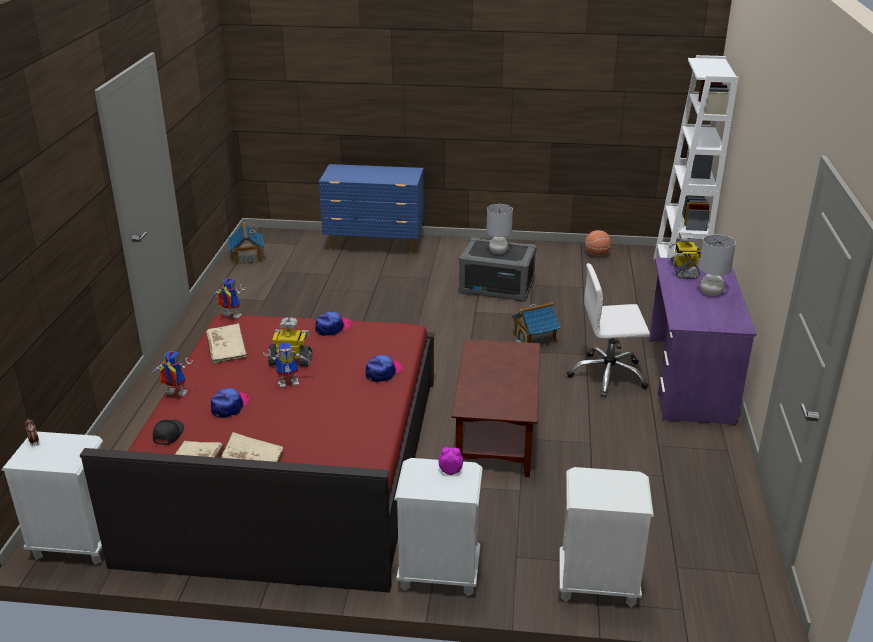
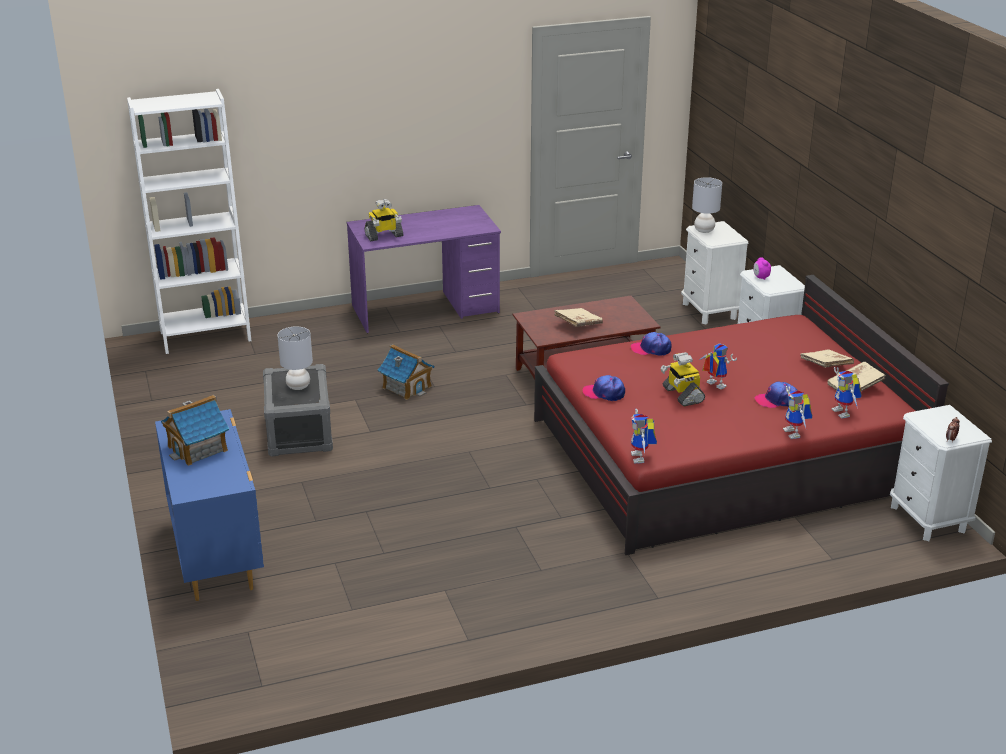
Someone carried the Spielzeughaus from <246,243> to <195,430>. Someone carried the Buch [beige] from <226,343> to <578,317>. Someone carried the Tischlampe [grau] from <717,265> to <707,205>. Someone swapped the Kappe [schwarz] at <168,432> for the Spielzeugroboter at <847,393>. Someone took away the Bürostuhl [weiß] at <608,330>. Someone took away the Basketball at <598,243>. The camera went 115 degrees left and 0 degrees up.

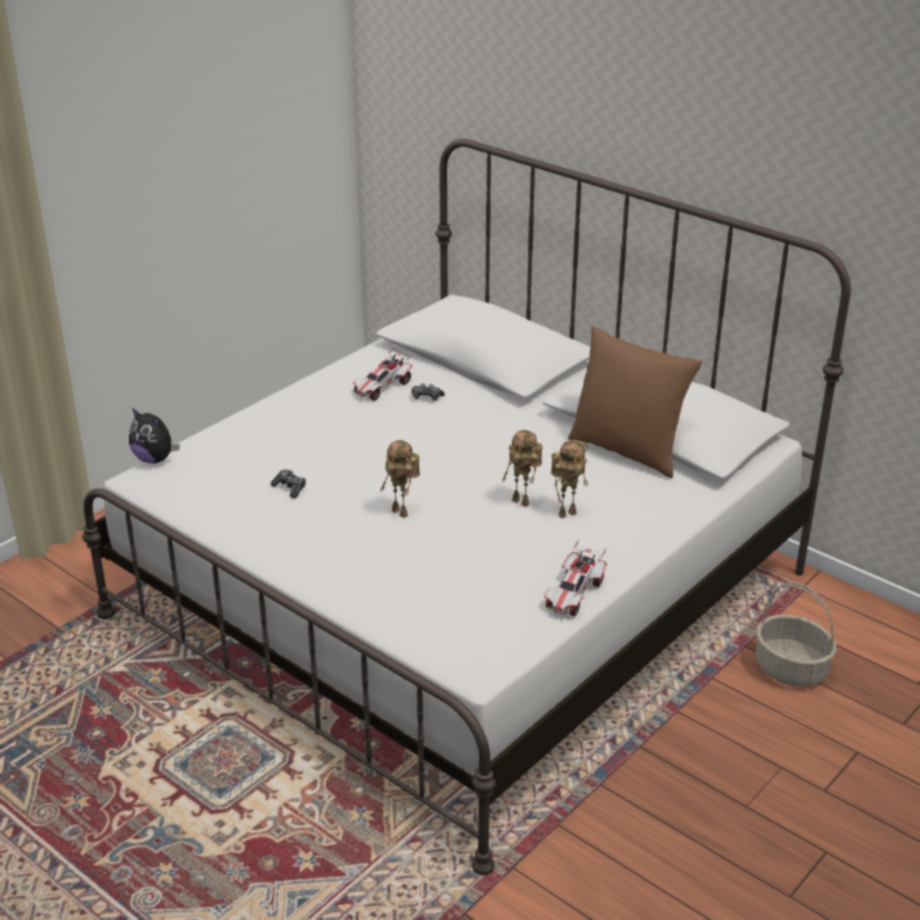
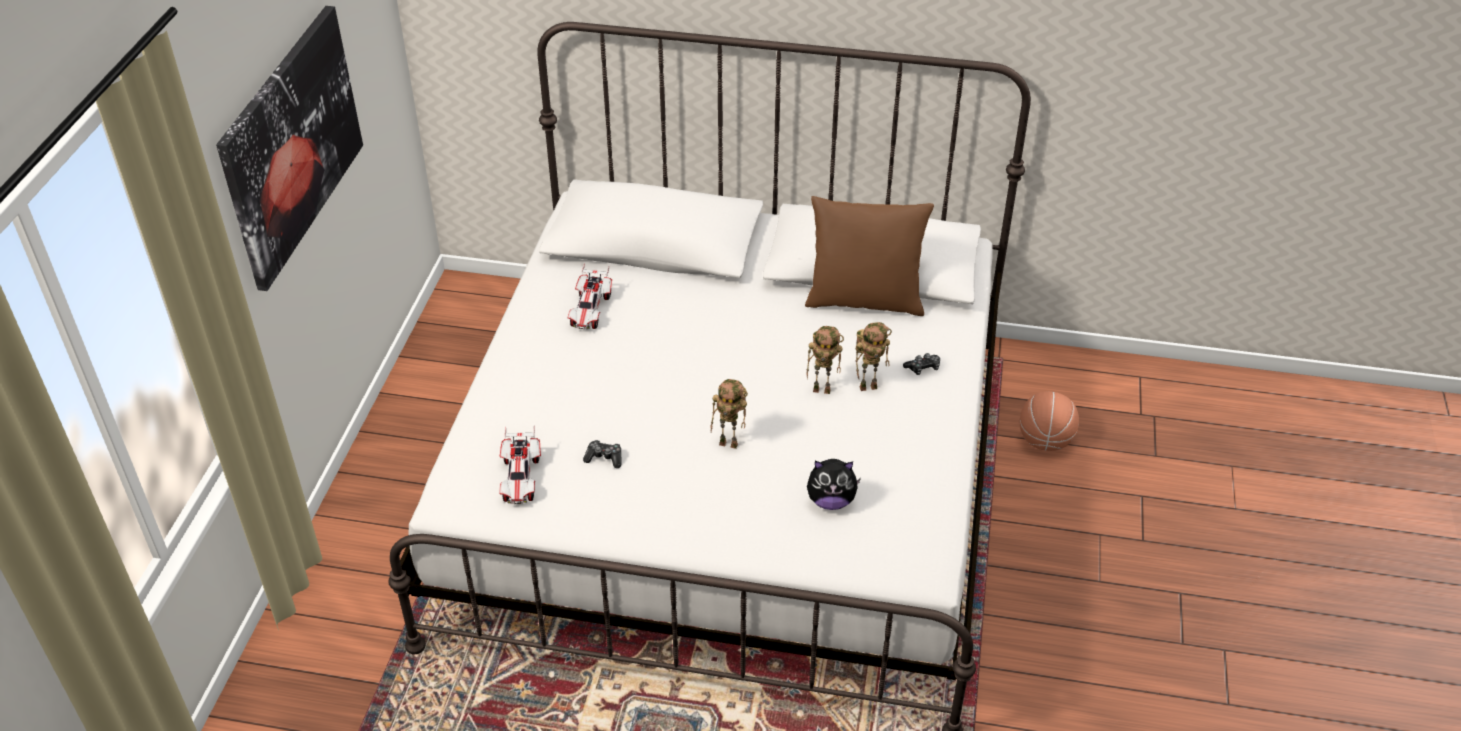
Someone put up the Bild at <289,148>. Someone carried the Spielzeugauto from <575,577> to <520,465>. Someone carried the Plüschtier from <154,436> to <834,484>. Someone rotated the Spielzeugroboter at <569,479> by 45 degrees clockwise. Someone carried the Gamepad from <428,392> to <921,364>. Someone swapped the Korb at <796,634> for the Basketball at <1049,421>. The camera went 30 degrees left and 10 degrees up.

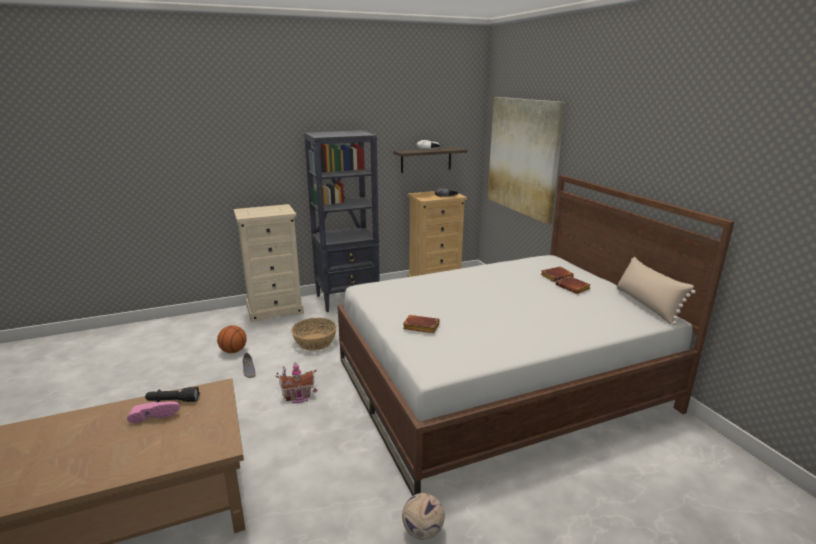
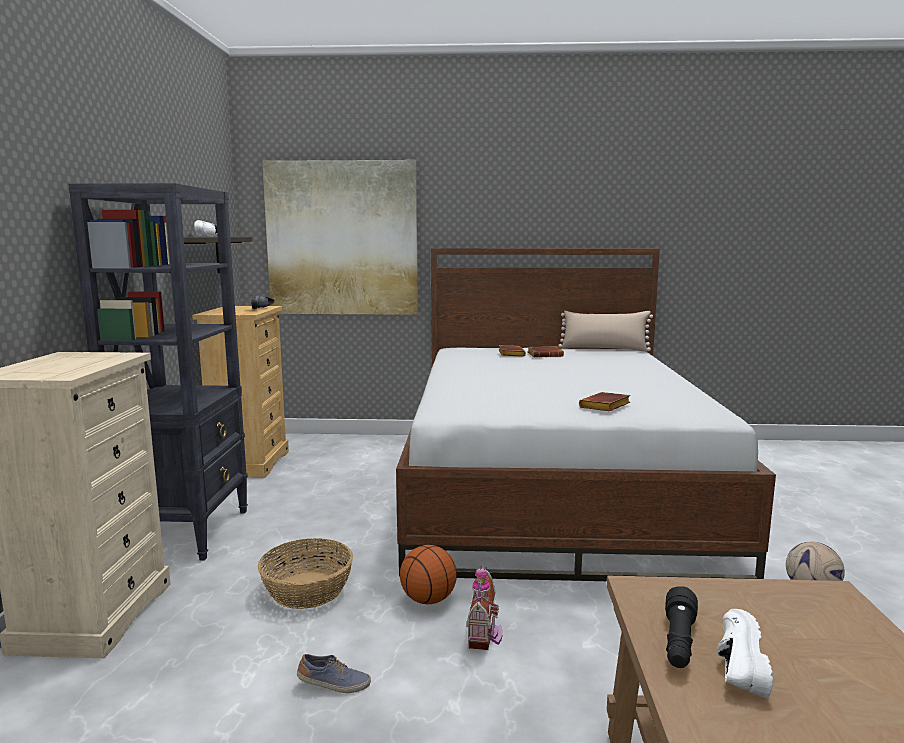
Someone carried the Basketball from <232,339> to <428,575>. Someone repainted the Schuh [rosa] at <153,412>, which became the Schuh [weiß] at <745,653>. The camera went 65 degrees left and 10 degrees down.

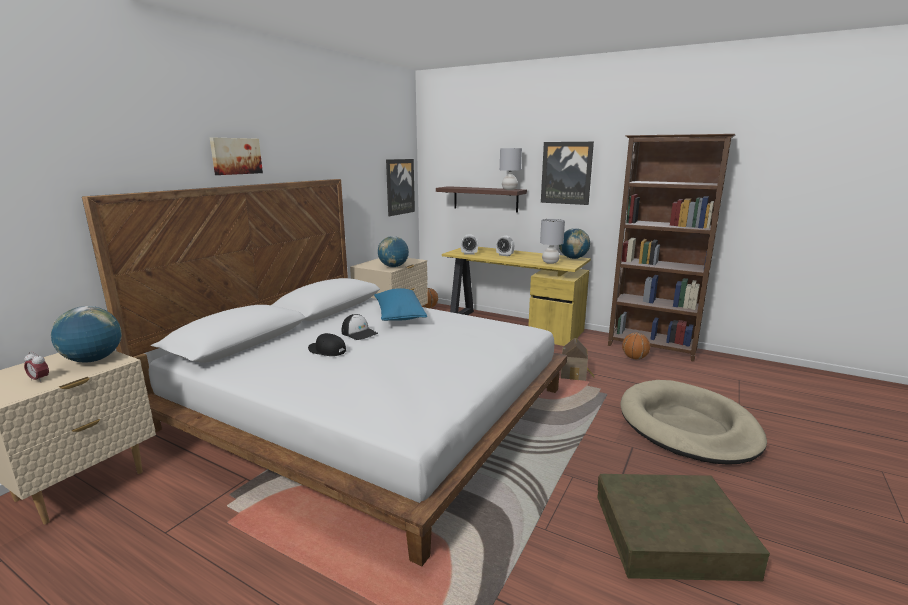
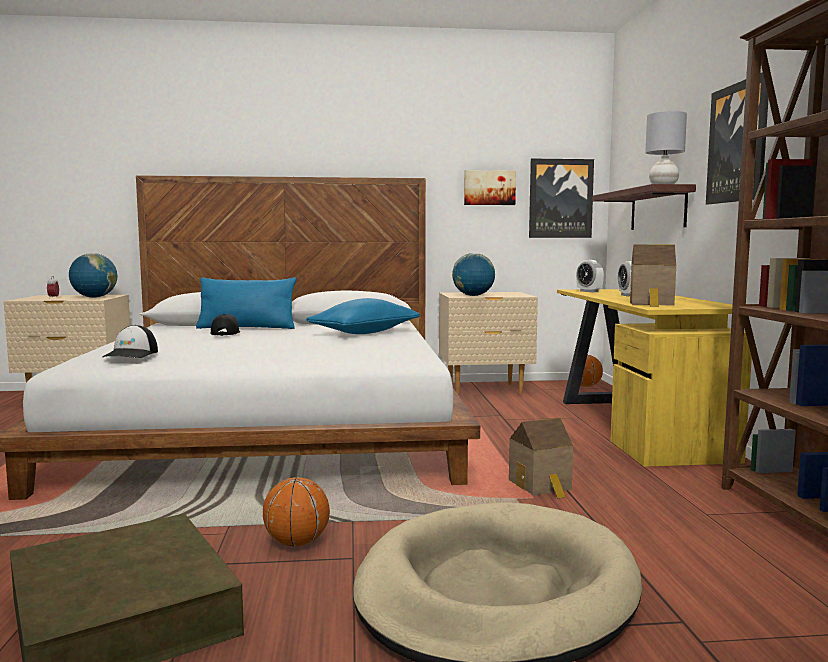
Someone carried the Kappe from <360,327> to <130,341>. Someone put down the Kissen [blau] at <246,303>. Someone carried the Basketball from <636,346> to <296,512>. Someone carried the Bild from <236,156> to <490,187>. Someone swapped the Tischlampe [grau] at <552,241> for the Spielzeughaus at <653,276>. Someone took away the Globus at <574,243>. The camera went 55 degrees right and 10 degrees down.

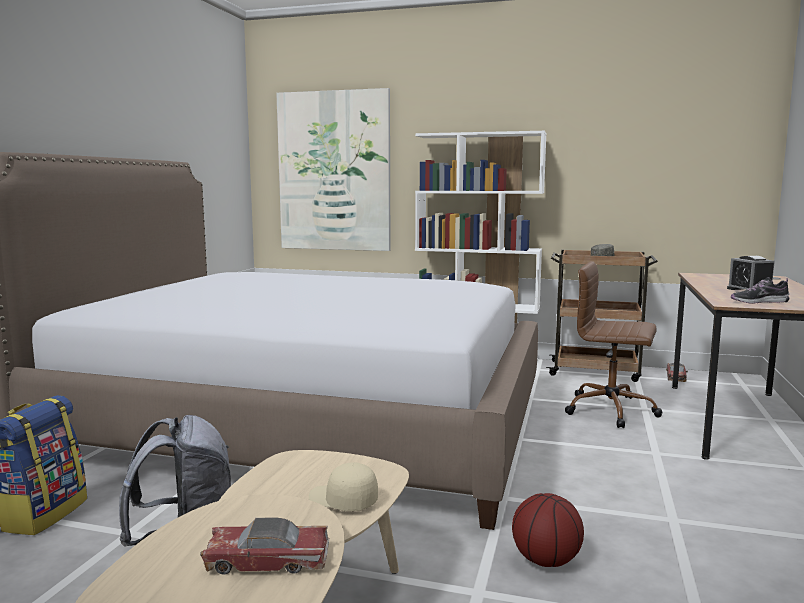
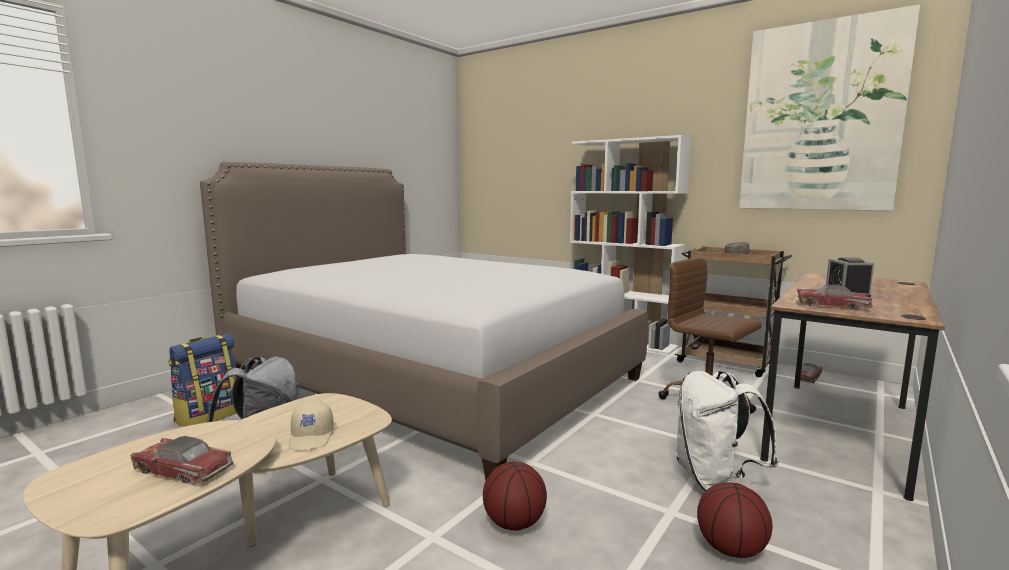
Someone rotated the Kappe [beige] at <343,486> by 150 degrees counterclockwise. Someone put down the Rucksack [weiß] at <727,431>. Someone put down the Basketball at <734,520>. Someone carried the Bild from <333,169> to <830,107>. Someone swapped the Schuh at <760,290> for the Spielzeugauto at <835,297>. The camera went 20 degrees right and 0 degrees up.

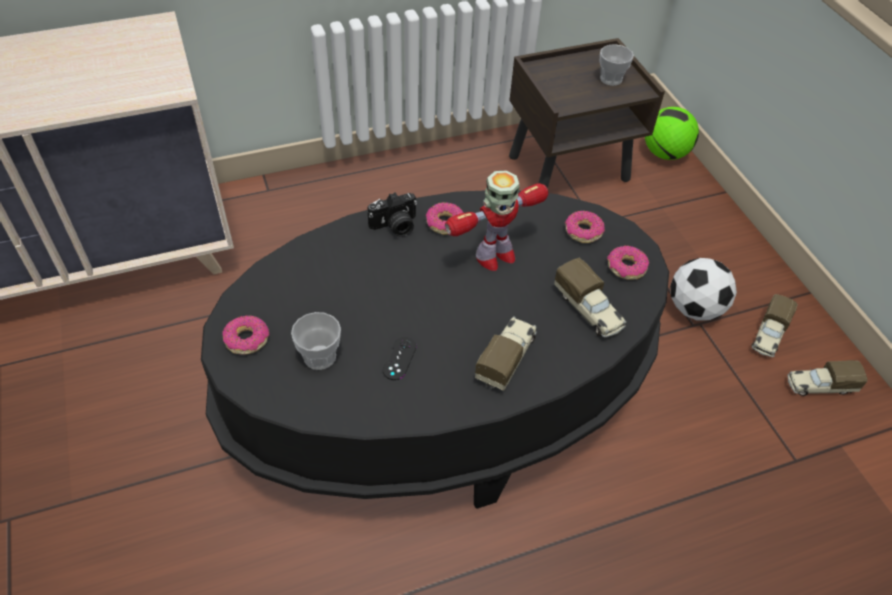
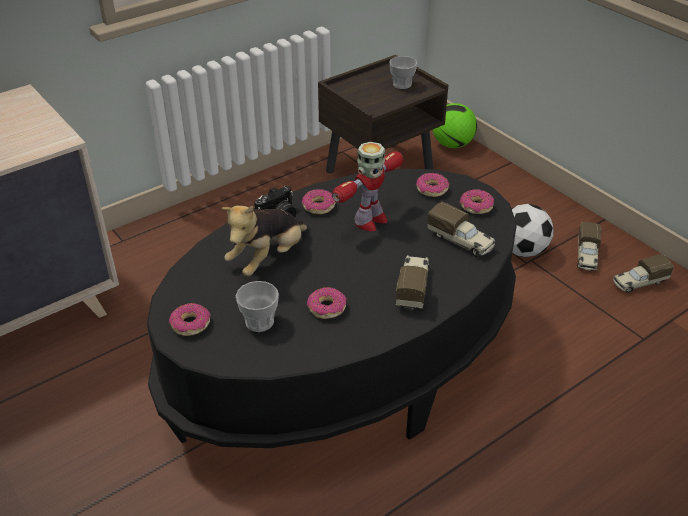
Someone put down the Plüschtier at <265,241>. Someone swapped the Gamepad [schwarz] at <399,358> for the Donut at <327,303>. The camera went 15 degrees left and 10 degrees down.

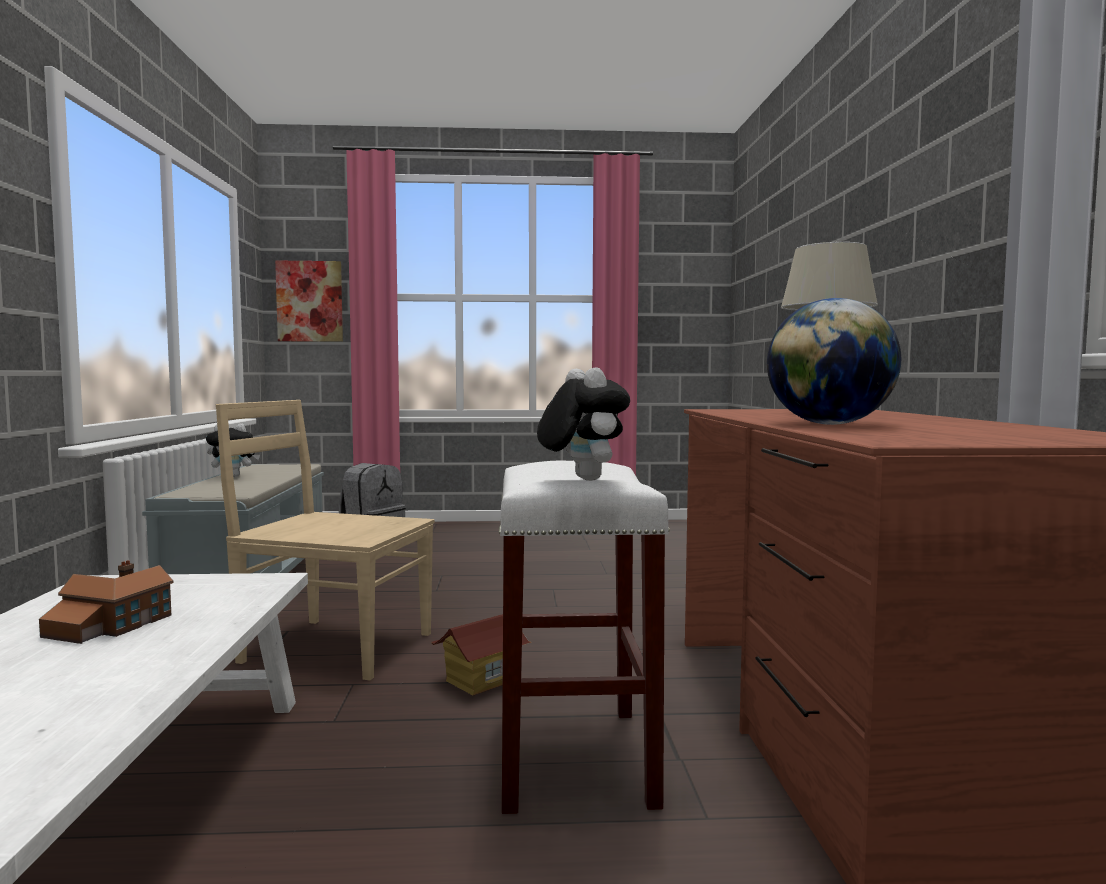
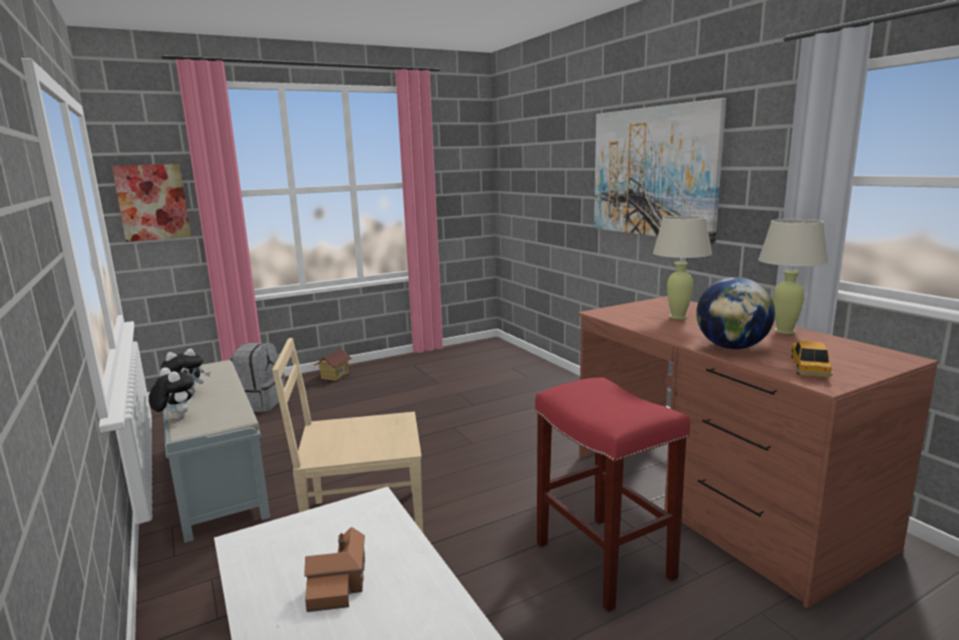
Someone carried the Plüschtier from <583,424> to <171,393>. Someone carried the Spielzeughaus from <481,654> to <333,364>. Someone repainted the Hocker [weiß] at <584,637>, which became the Hocker [rot] at <612,494>. Someone put up the Bild at <660,171>. Someone put down the Tischlampe [beige] at <793,276>. Someone put down the Spielzeugauto at <811,359>. The camera went 25 degrees left and 10 degrees up.

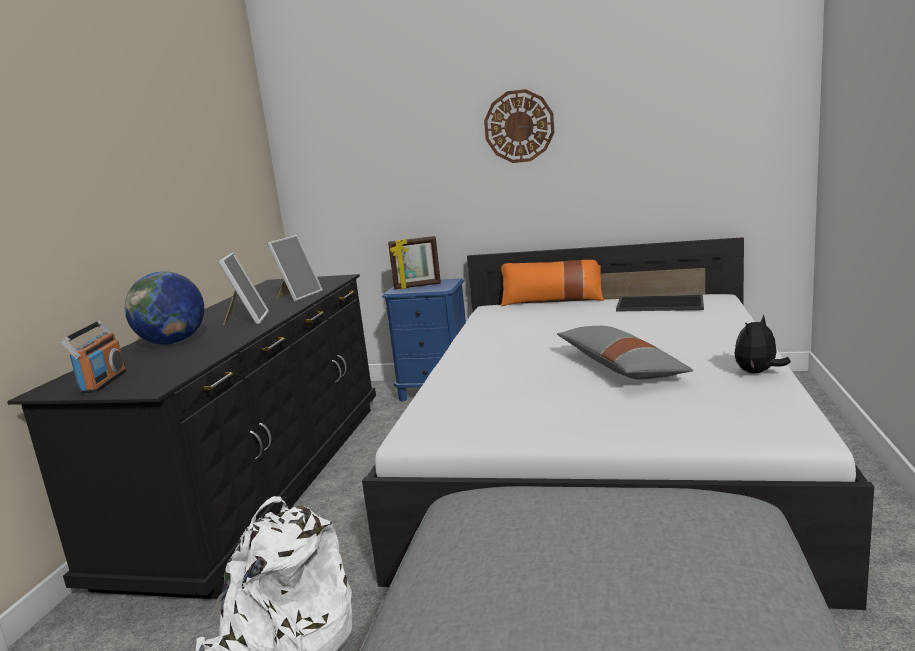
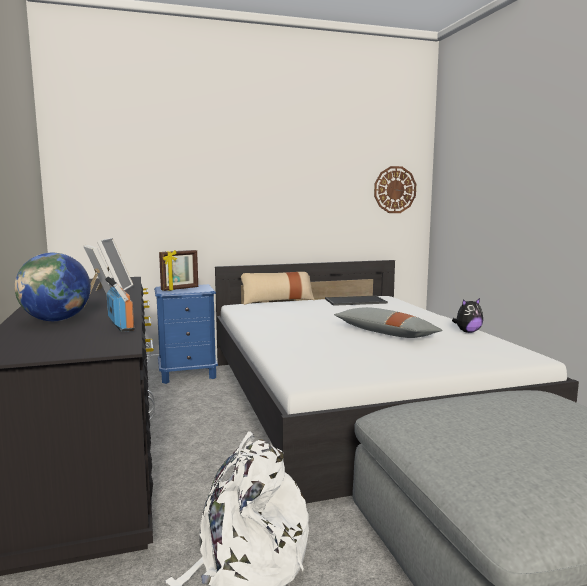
Someone carried the Radio from <94,357> to <120,304>. Someone repainted the Kissen [orange] at <552,283>, which became the Kissen [beige] at <278,288>. Someone carried the Wanduhr from <519,126> to <395,189>. Someone rotated the Plüschtier at <762,344> by 135 degrees counterclockwise. The camera went 30 degrees left and 5 degrees down.

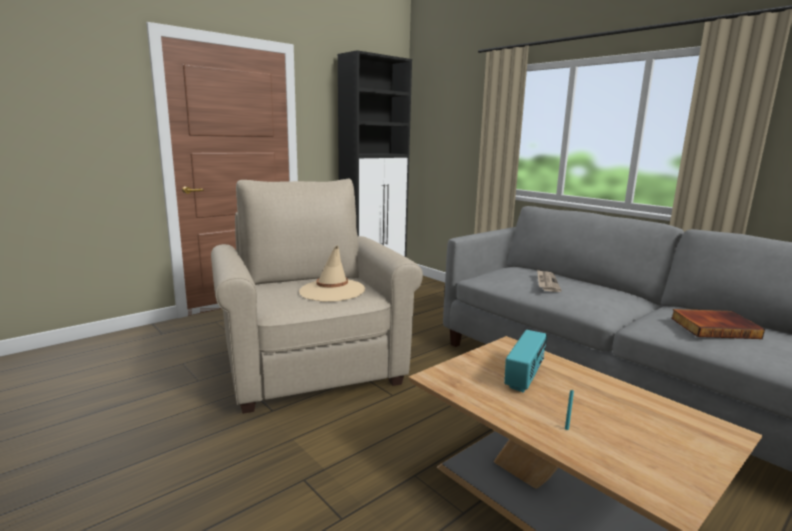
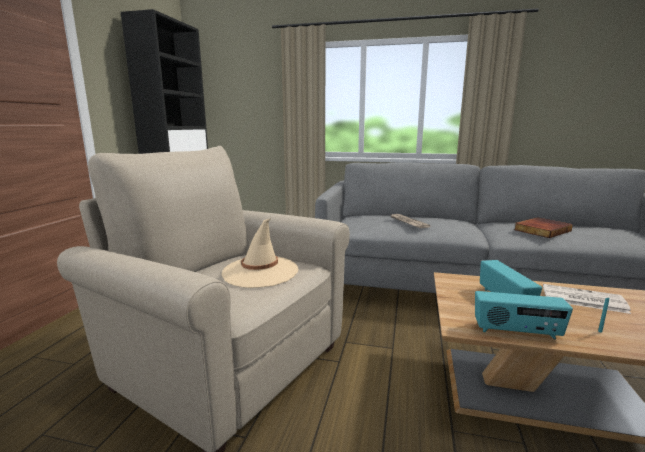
Someone put down the Radio at <524,315>. Someone put down the Zeitung at <587,299>. The camera went 35 degrees left and 0 degrees up.

